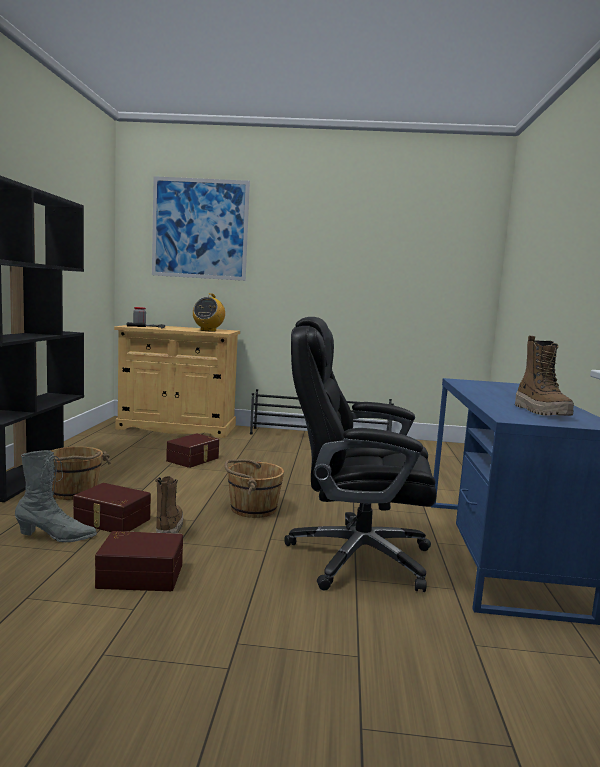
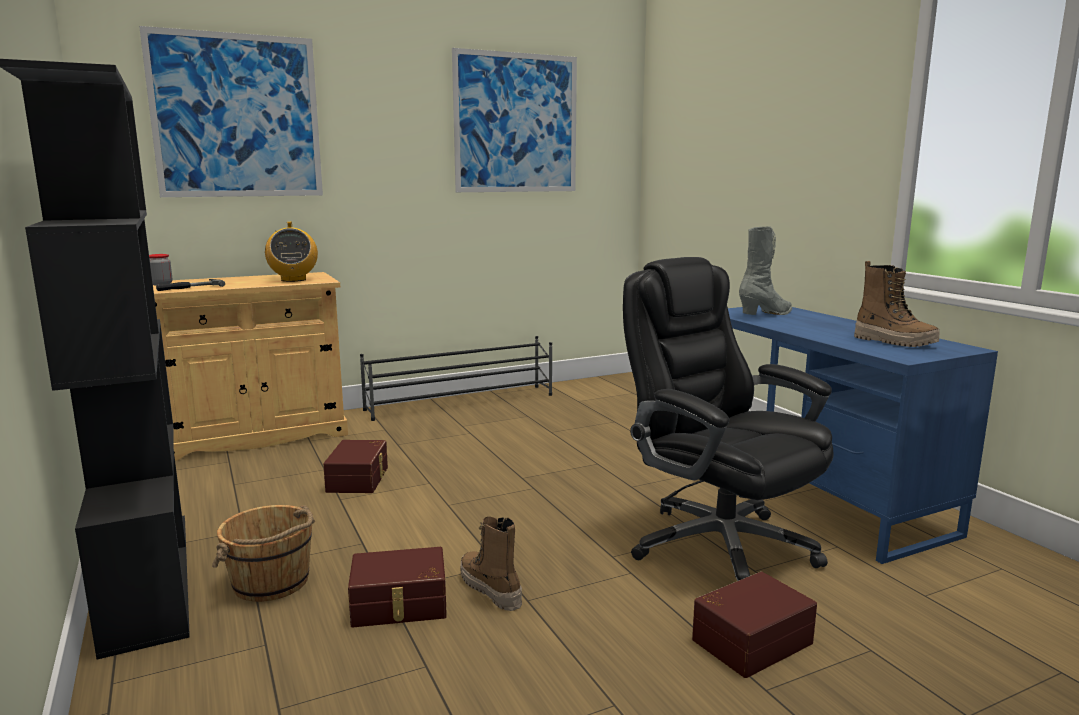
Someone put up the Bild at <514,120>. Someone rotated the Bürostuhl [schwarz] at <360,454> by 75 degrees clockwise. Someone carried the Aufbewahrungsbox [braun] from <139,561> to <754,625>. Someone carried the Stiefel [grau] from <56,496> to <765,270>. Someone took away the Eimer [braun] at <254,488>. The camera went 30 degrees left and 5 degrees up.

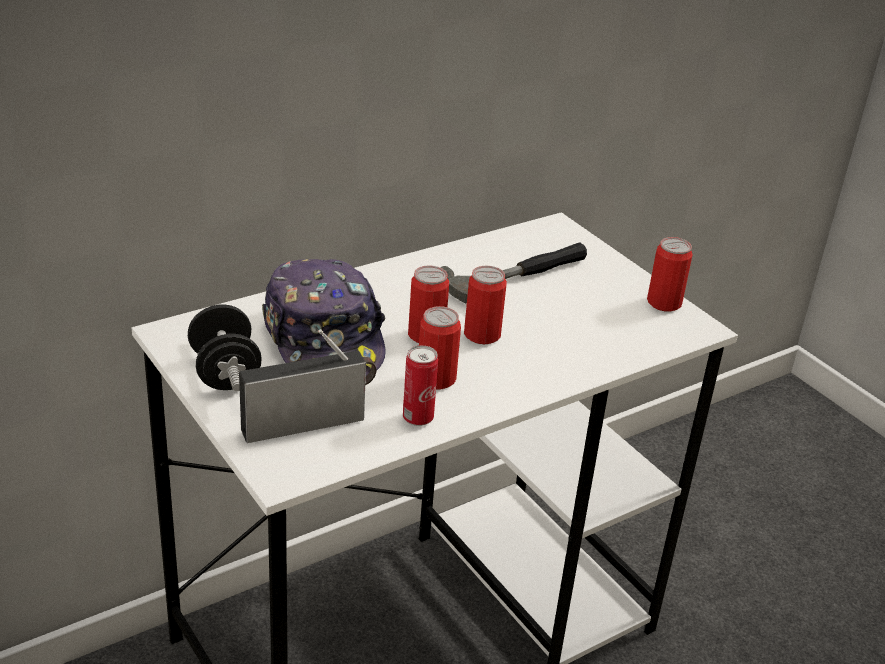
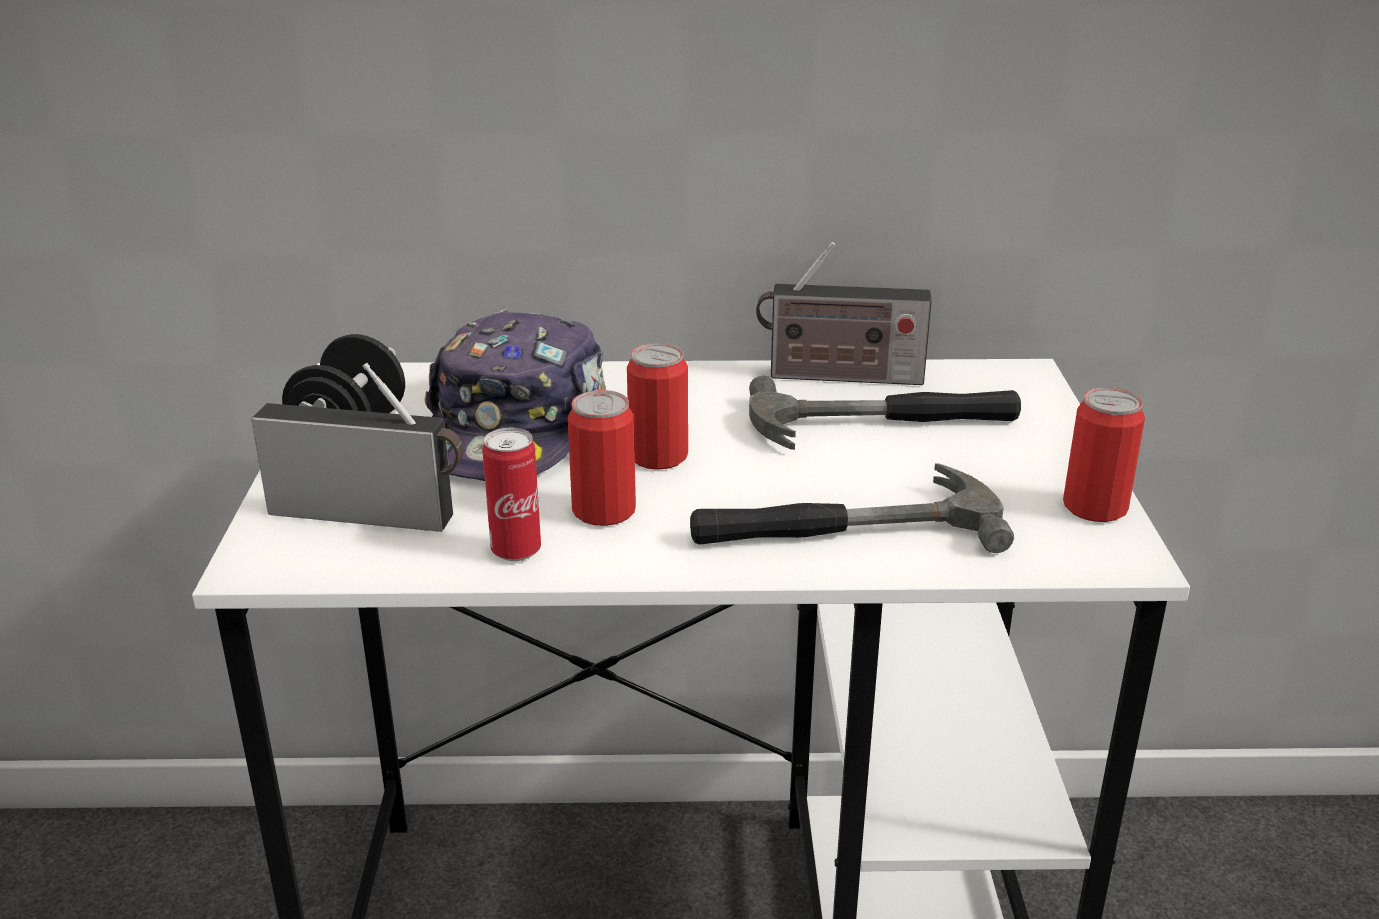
Someone put down the Hammer at <852,508>. Someone put down the Radio at <844,313>. Someone took away the Dose at <485,305>. The camera went 35 degrees right and 5 degrees down.

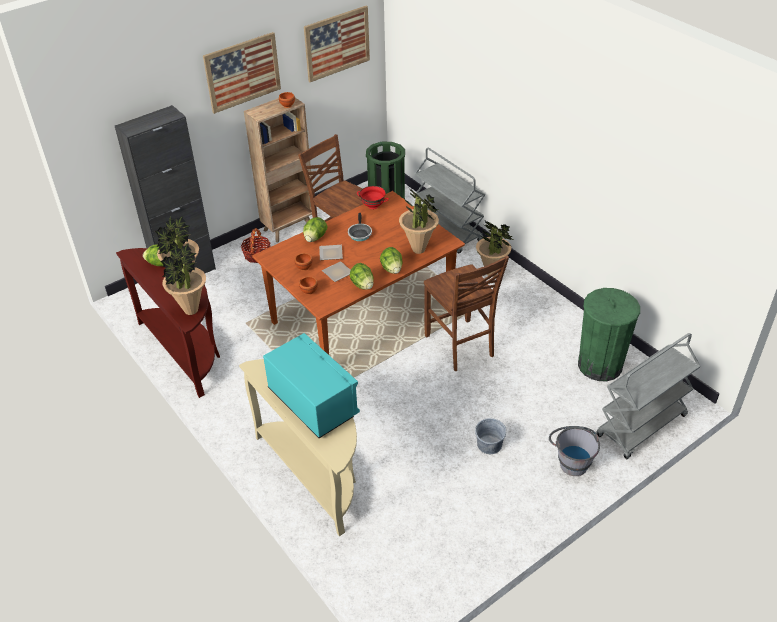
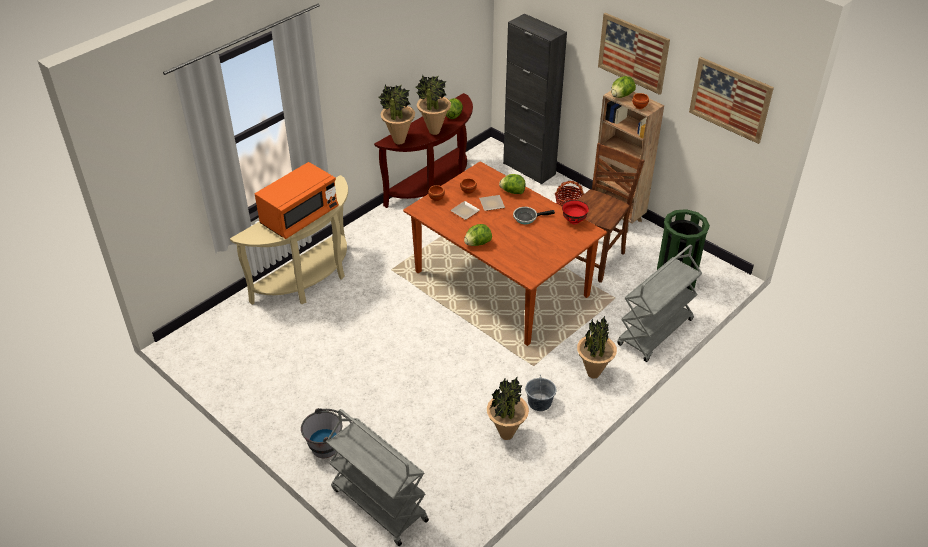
Someone repainted the Mikrowelle [türkis] at <311,385>, which became the Mikrowelle [orange] at <297,200>. Someone carried the Topfpflanze from <419,221> to <508,408>. Someone carried the Eimer [grau] from <490,436> to <541,393>. Someone carried the Salatkopf from <362,276> to <623,87>. Someone took away the Stuhl [braun] at <466,313>. Someone took away the Mülleimer [grün] at <609,334>. The camera went 80 degrees right and 0 degrees up.

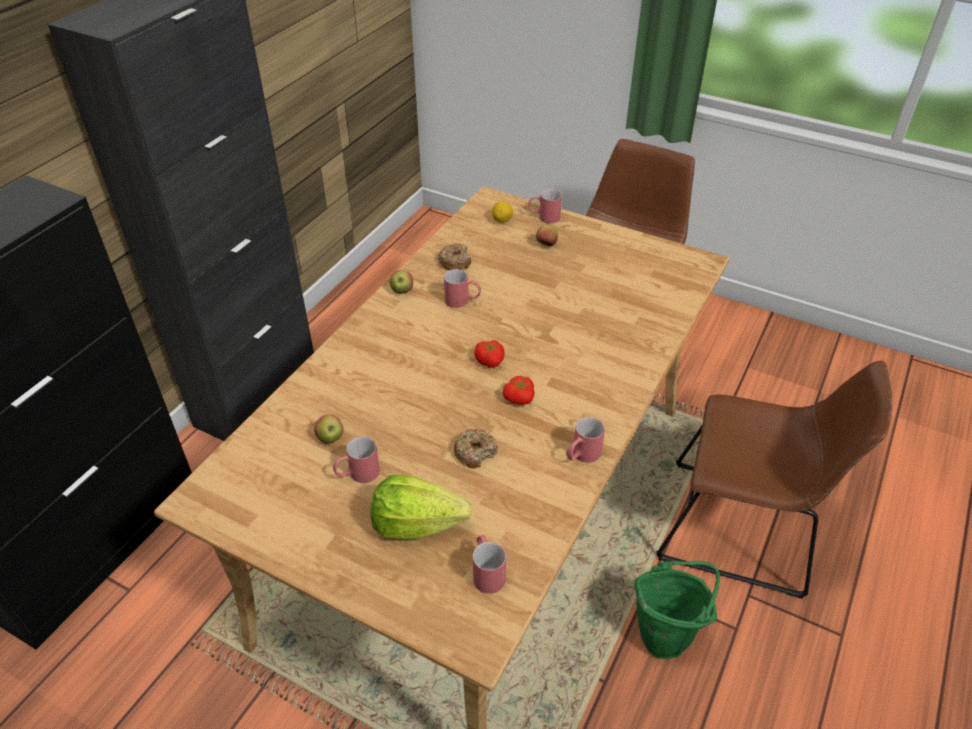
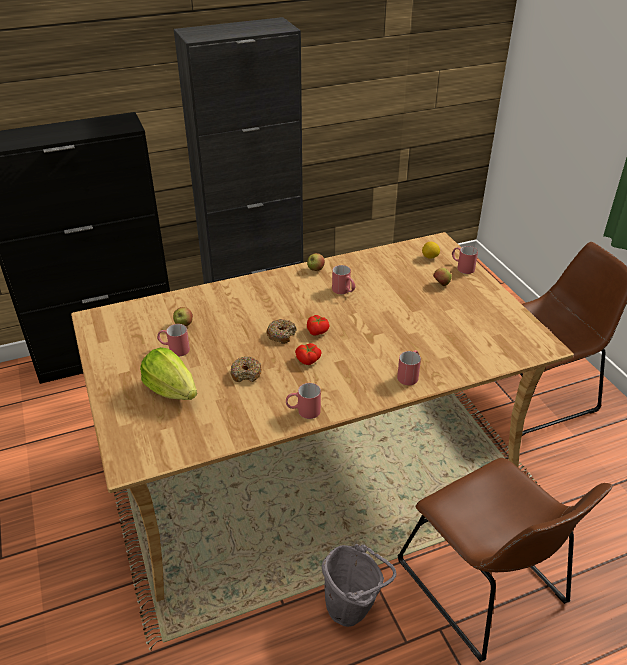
Someone carried the Donut from <454,256> to <281,331>. Someone repainted the Eimer [grün] at <677,610>, which became the Eimer [grau] at <359,585>. Someone carried the Henkelbecher [rot] from <489,564> to <409,367>. The camera went 40 degrees right and 5 degrees down.

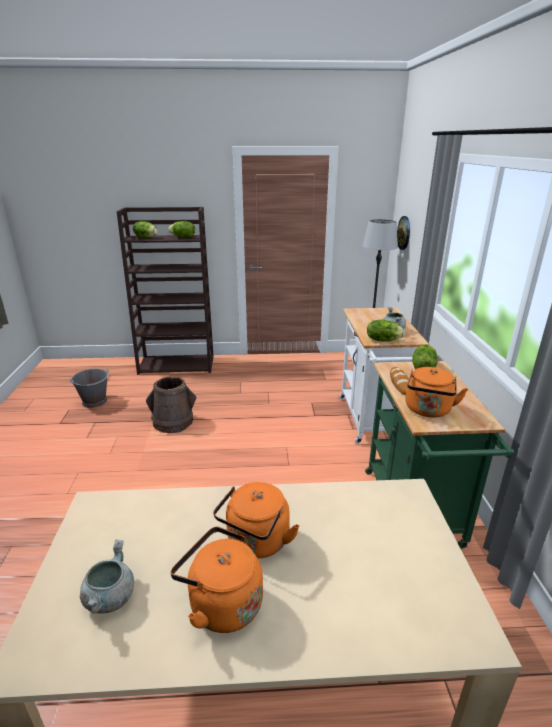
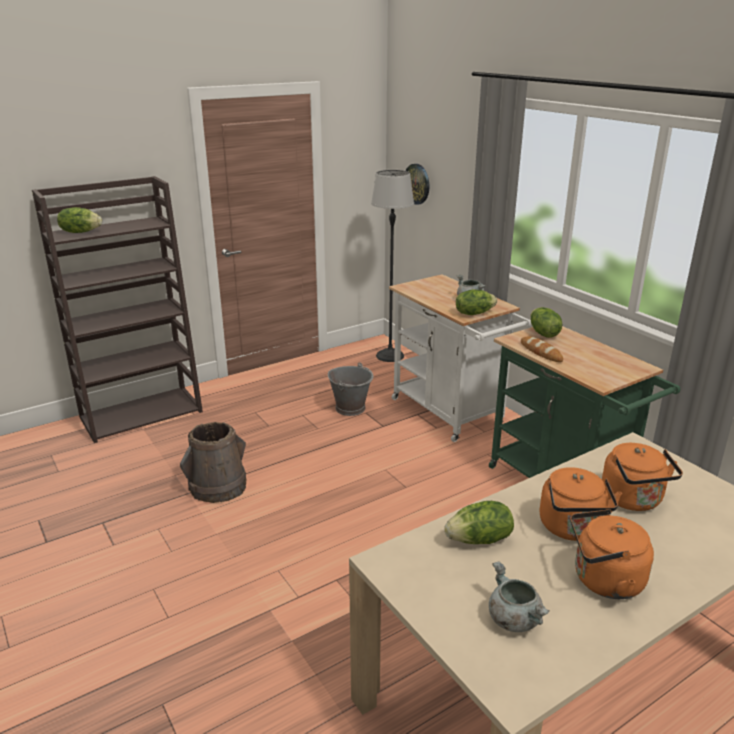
Someone carried the Eimer [grau] from <89,388> to <351,389>. Someone carried the Salatkopf from <181,229> to <479,522>. Someone carried the Wasserkessel [orange] from <436,392> to <642,477>. The camera went 30 degrees left and 0 degrees up.

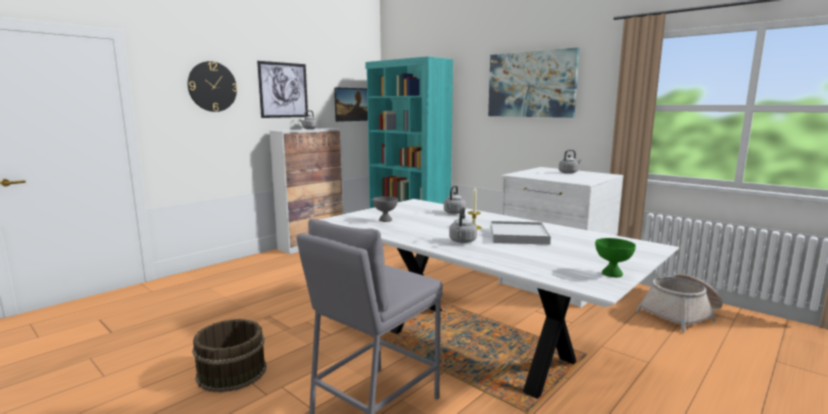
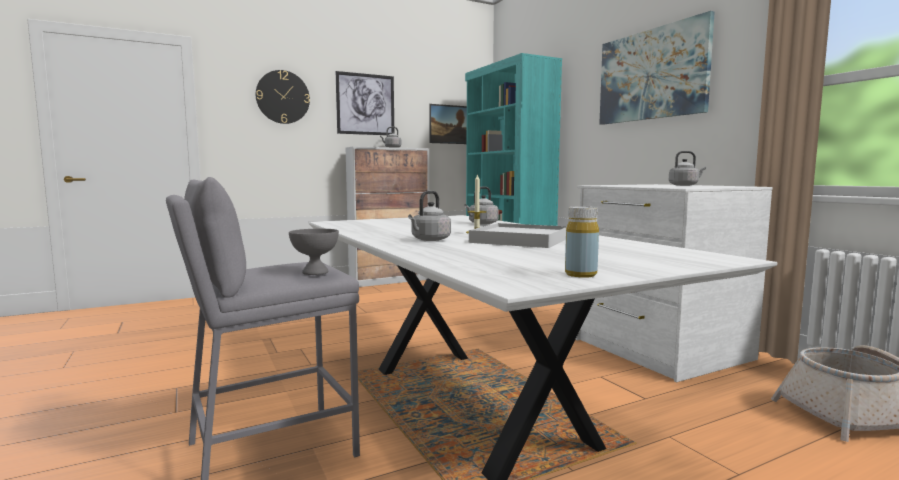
Someone carried the Schüssel [grau] from <385,209> to <314,252>. Someone swapped the Schüssel [grün] at <615,257> for the Flasche [gelb] at <582,242>. Someone took away the Eimer [braun] at <229,356>. The camera went 20 degrees right and 5 degrees down.

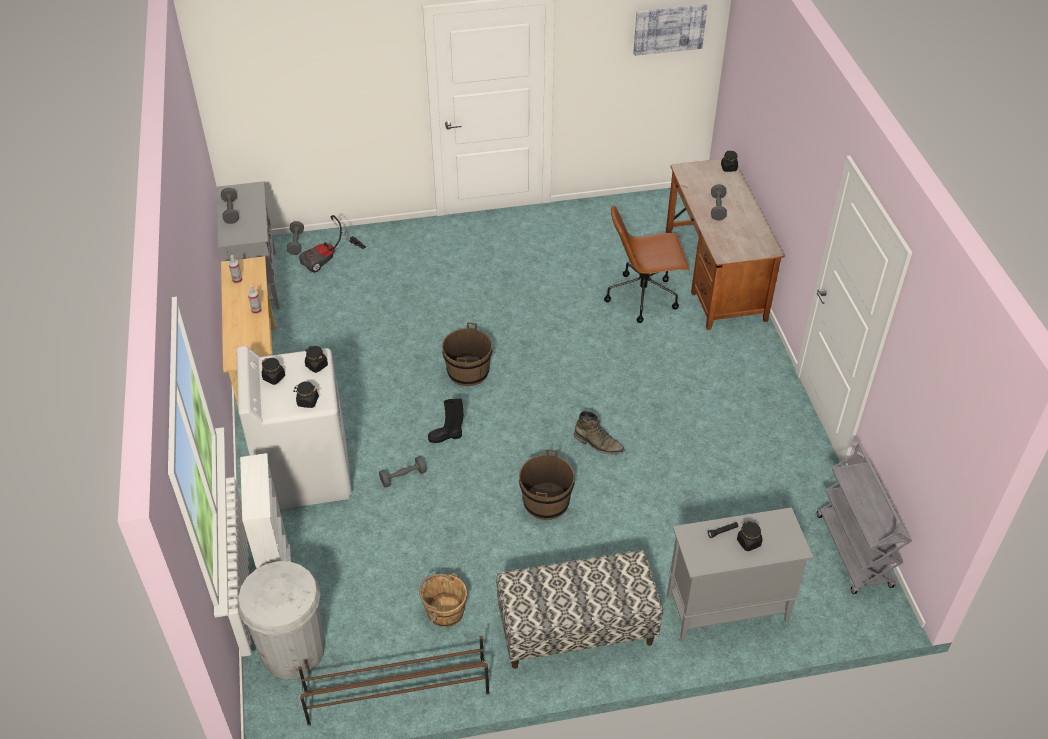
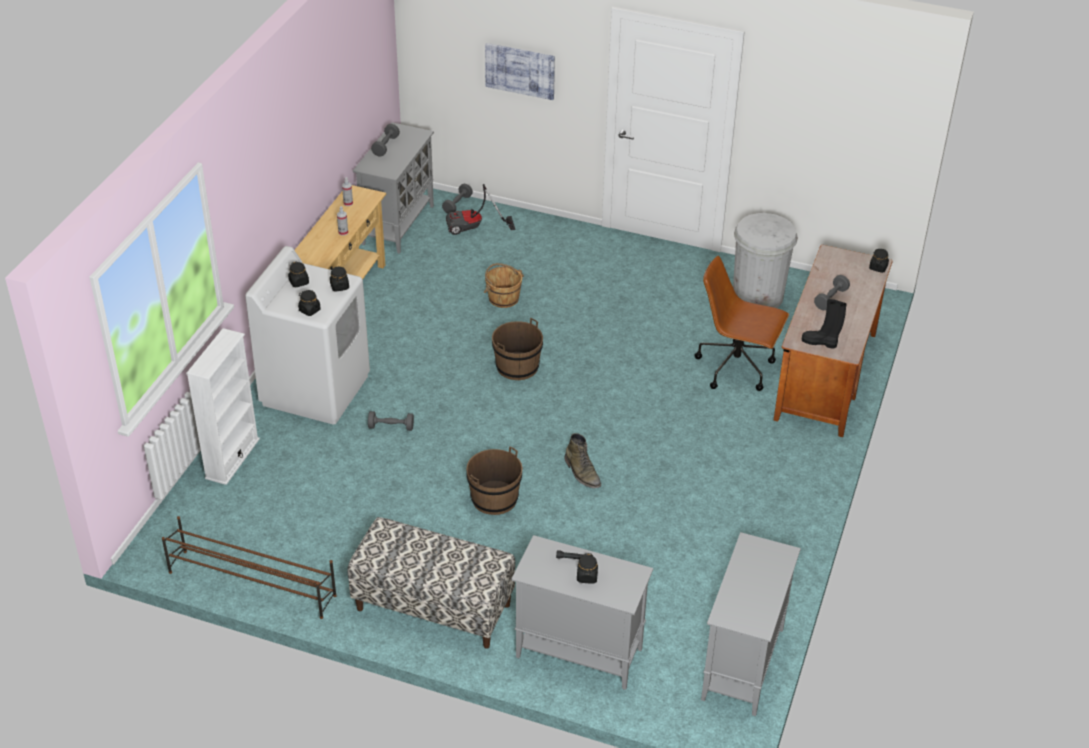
Someone carried the Eimer [braun] from <443,599> to <504,285>. Someone carried the Bild from <670,30> to <520,71>. Someone swapped the Rollwagen [grau] at <864,519> for the Schrank [grau] at <751,624>. Someone carried the Mülleimer [weiß] from <281,620> to <765,260>. Someone carried the Stiefel [schwarz] from <445,421> to <824,323>. The camera went 30 degrees right and 5 degrees down.

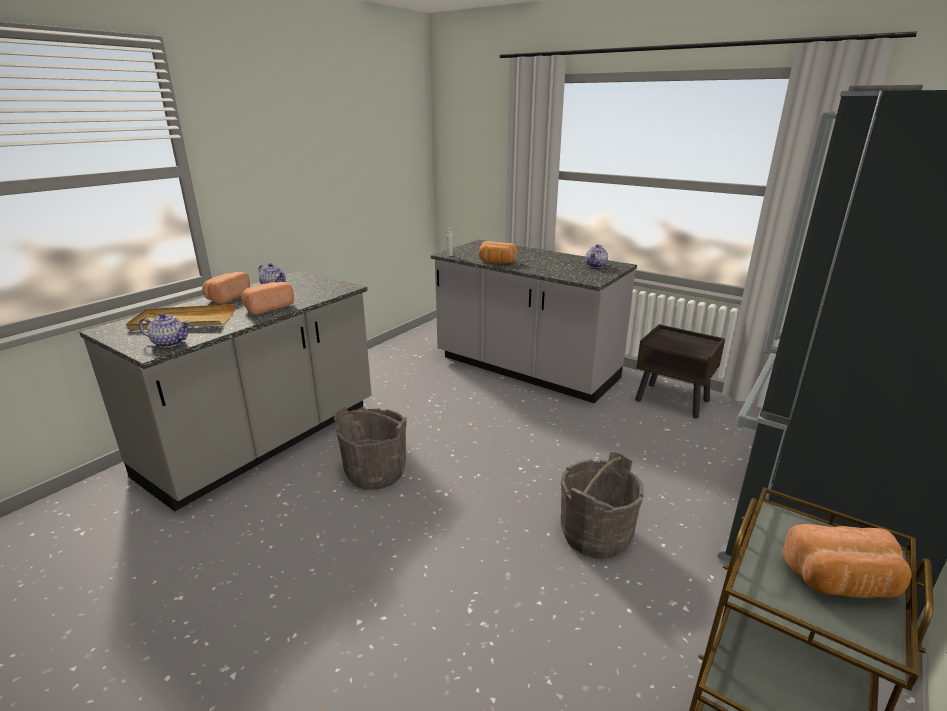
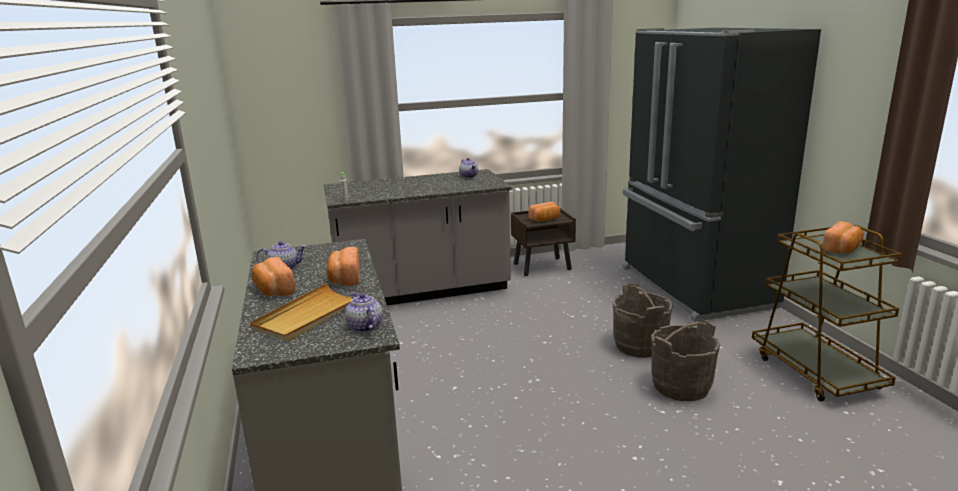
Someone rotated the Teekanne at <164,330> by 75 degrees counterclockwise. Someone carried the Brot from <498,252> to <544,211>. Someone carried the Eimer [grau] from <370,448> to <685,360>. The camera went 50 degrees left and 5 degrees down.

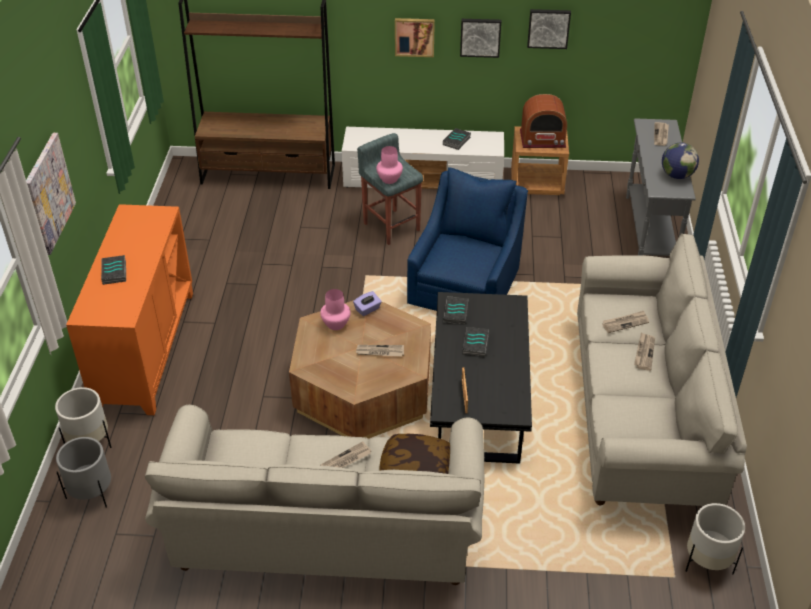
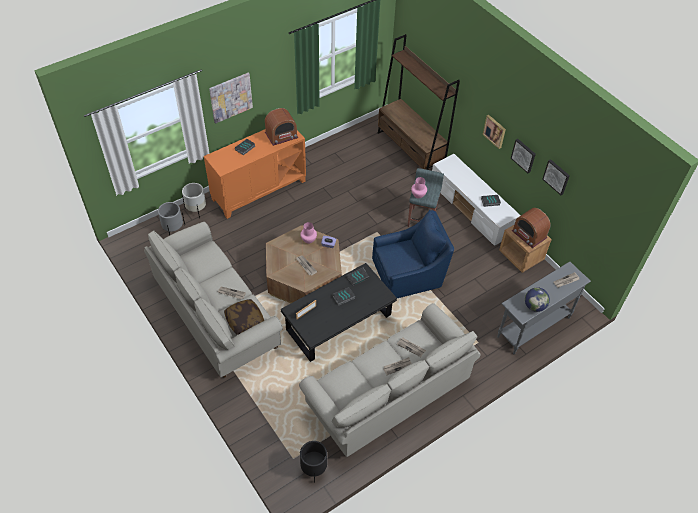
Someone put down the Radio at <281,127>. Someone repainted the Pflanzkübel [weiß] at <715,538>, which became the Pflanzkübel [schwarz] at <313,462>. The camera went 50 degrees right and 10 degrees up.

